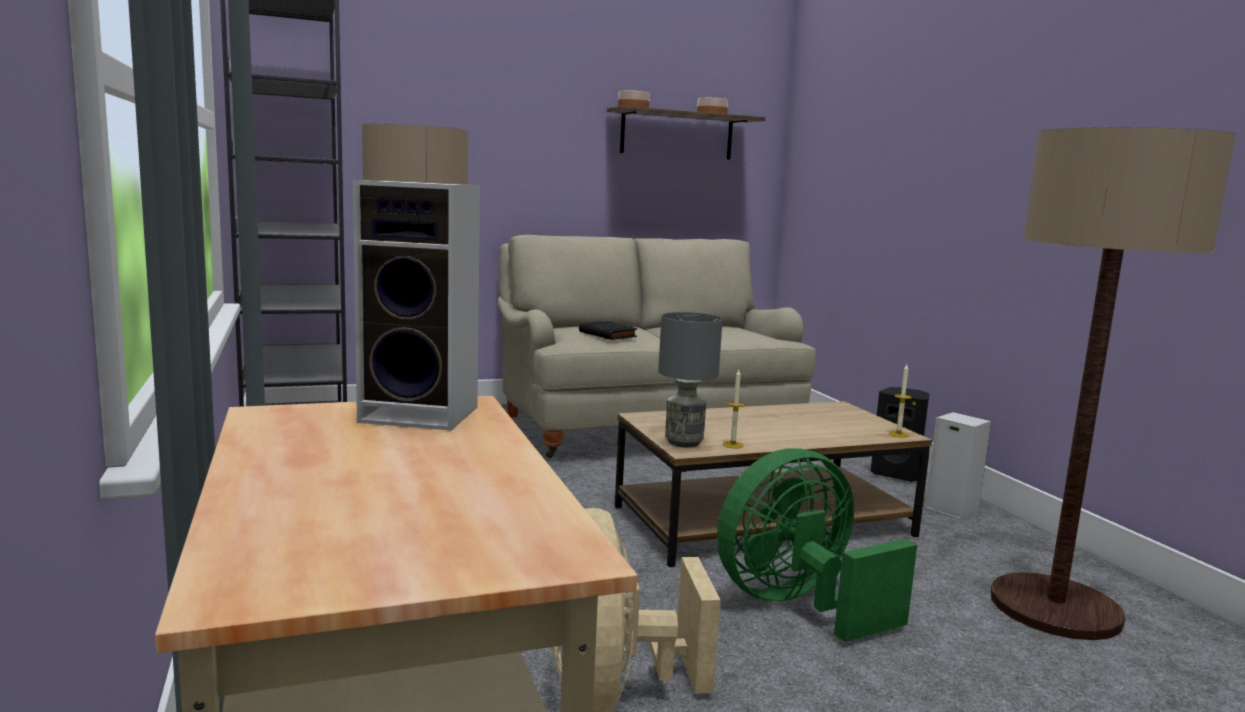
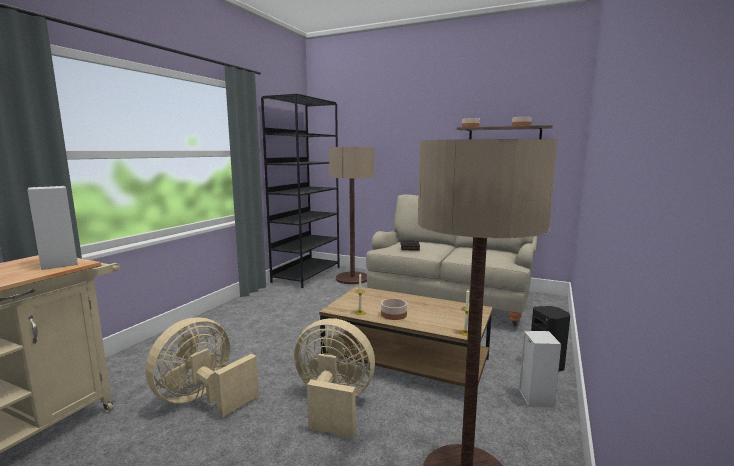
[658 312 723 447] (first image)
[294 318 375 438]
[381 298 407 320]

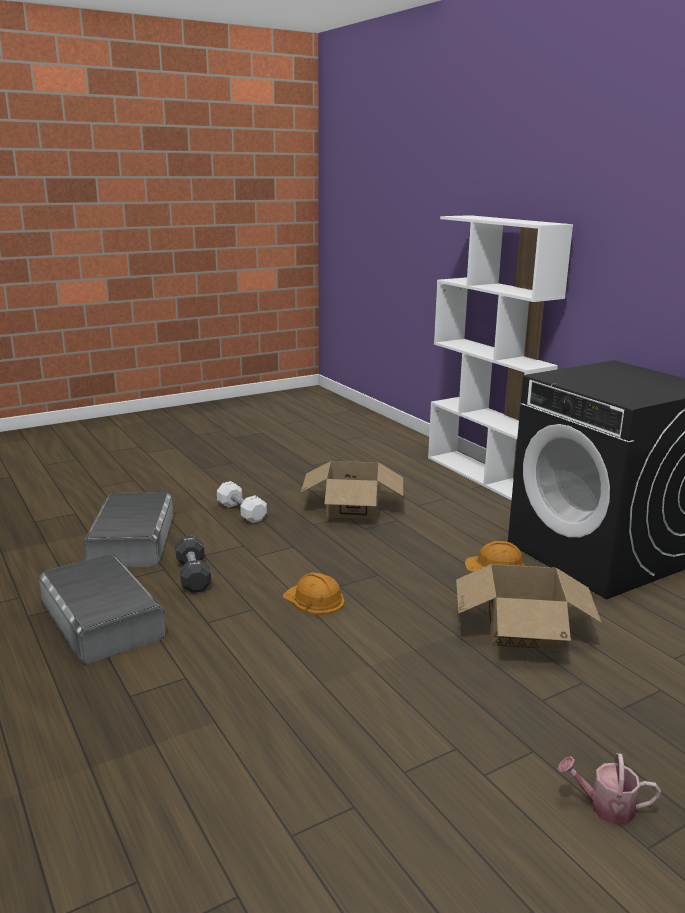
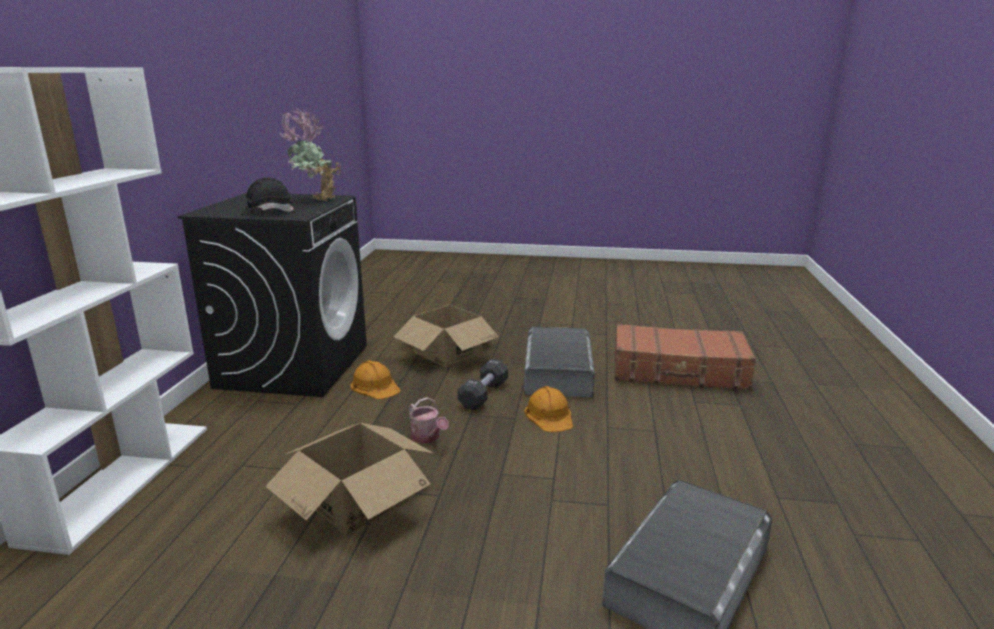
[524 327 595 397]
[458 359 508 410]
[217 481 267 523] (first image)
[409 397 449 444]
[241 177 294 215]
[280 108 341 201]
[615 324 756 390]

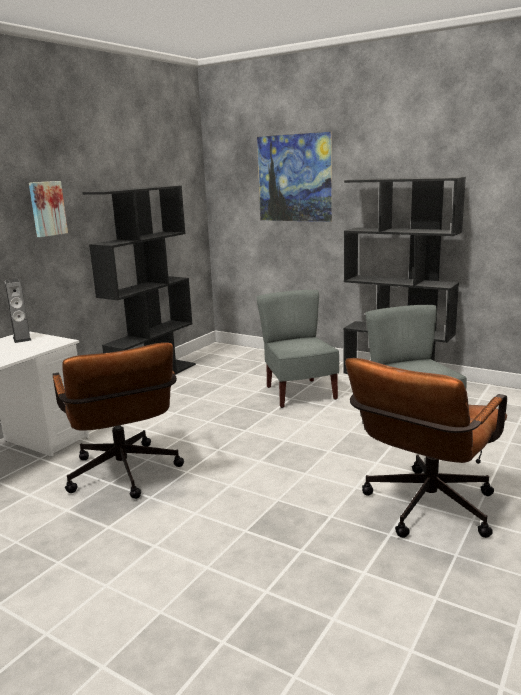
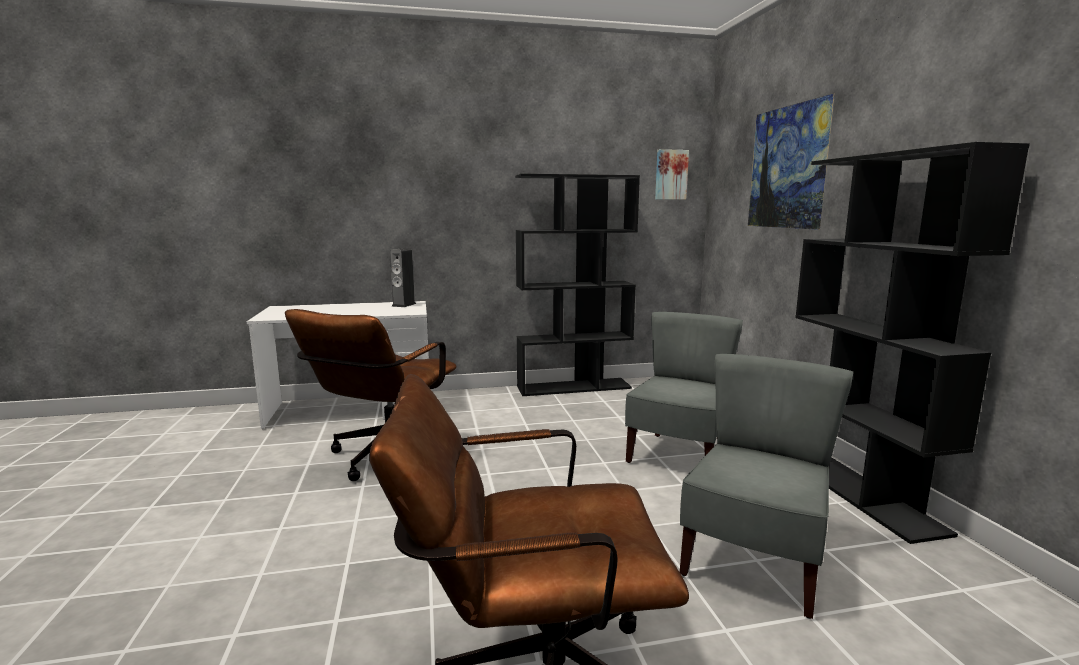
[655 149 689 200]

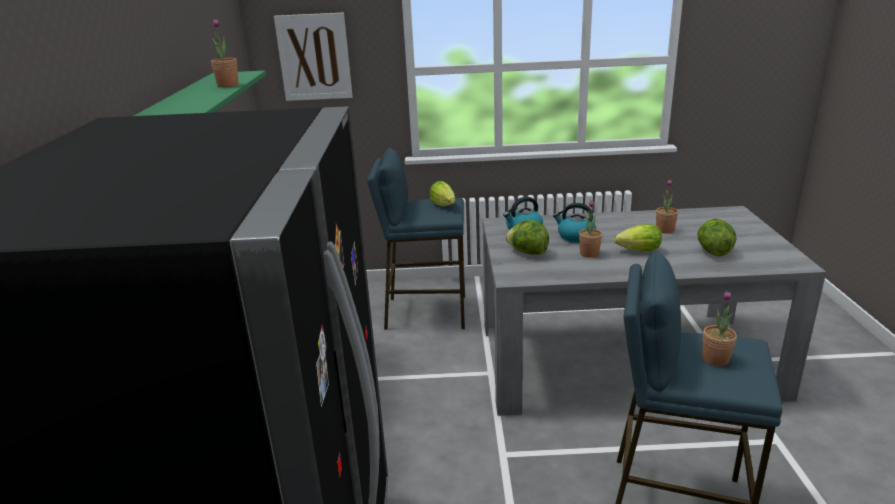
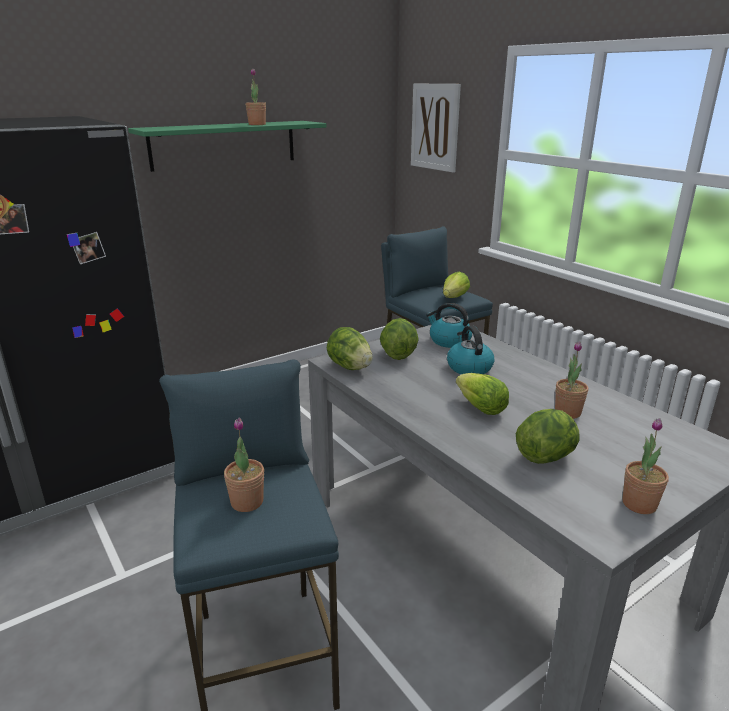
[622 418 669 514]
[327 327 373 370]

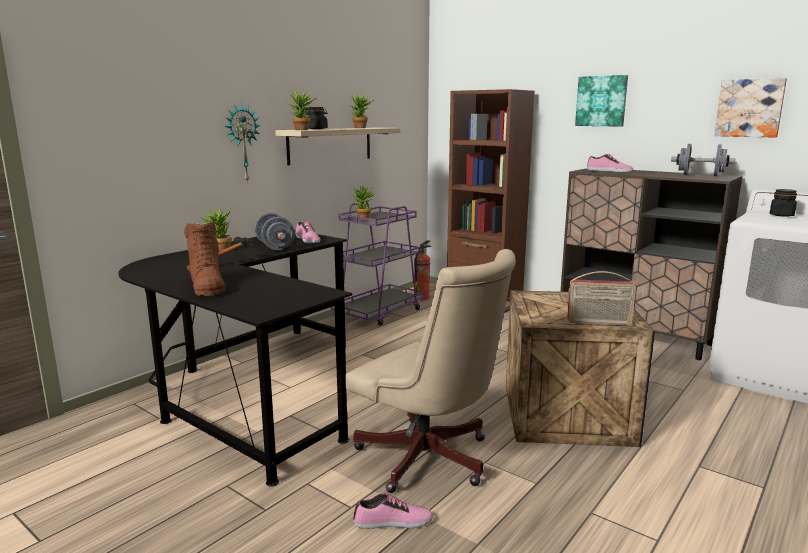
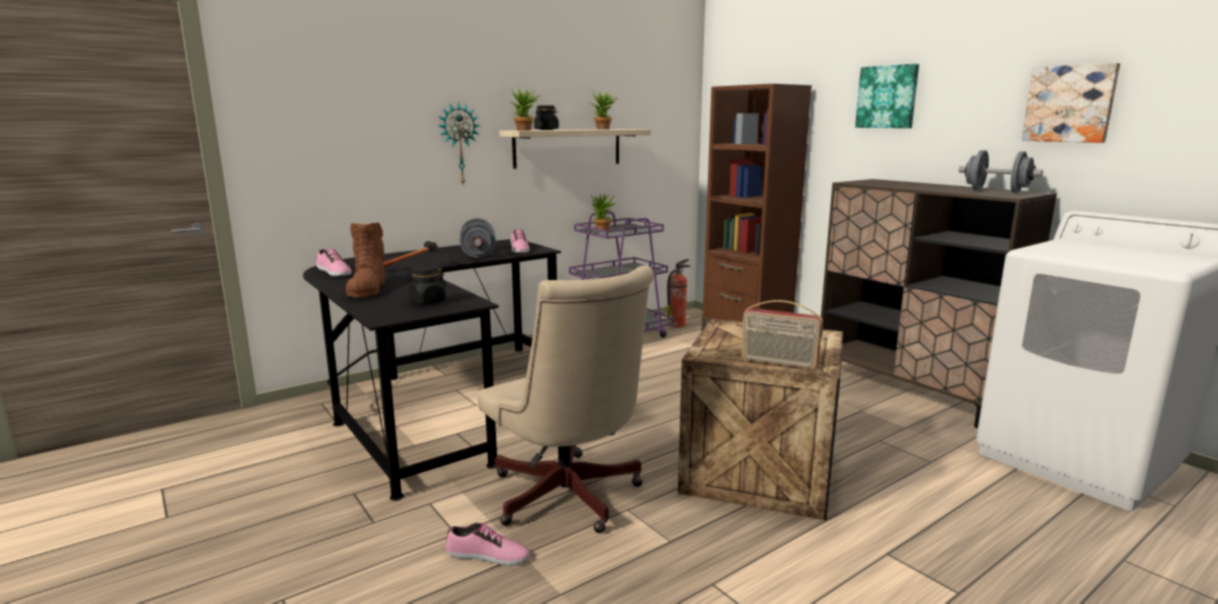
[200 208 232 251] (first image)
[316 248 352 276]
[406 265 446 304]

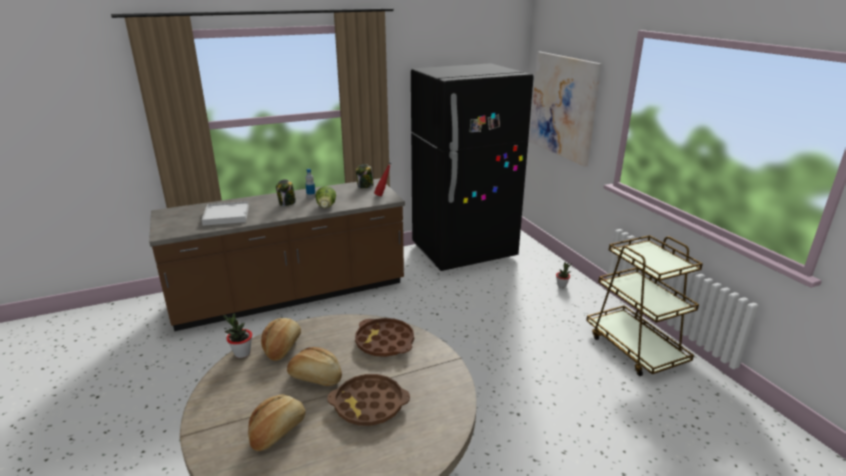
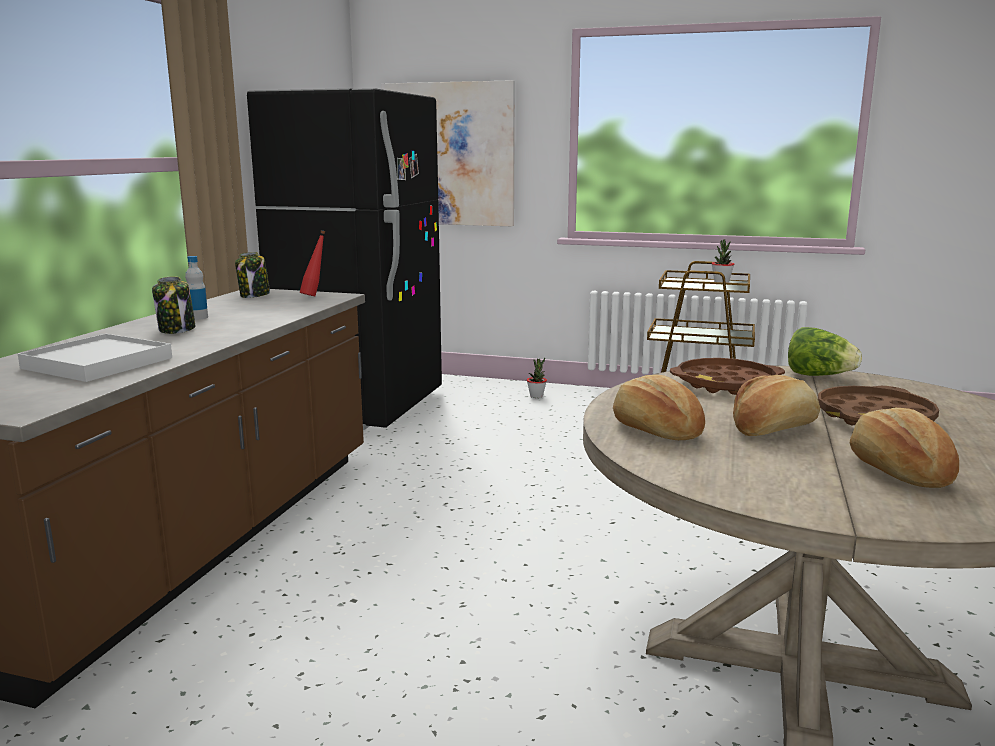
[711 239 734 283]
[788 327 862 376]

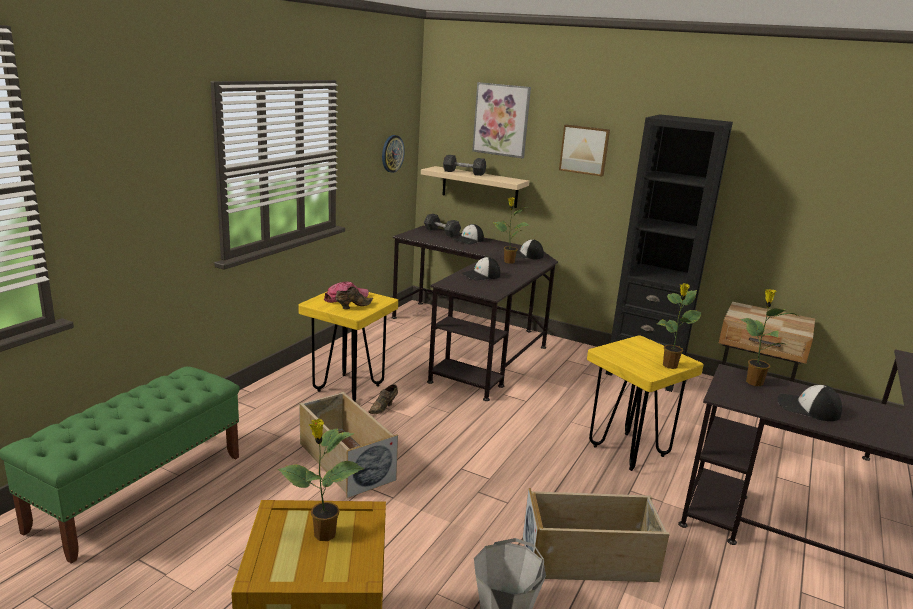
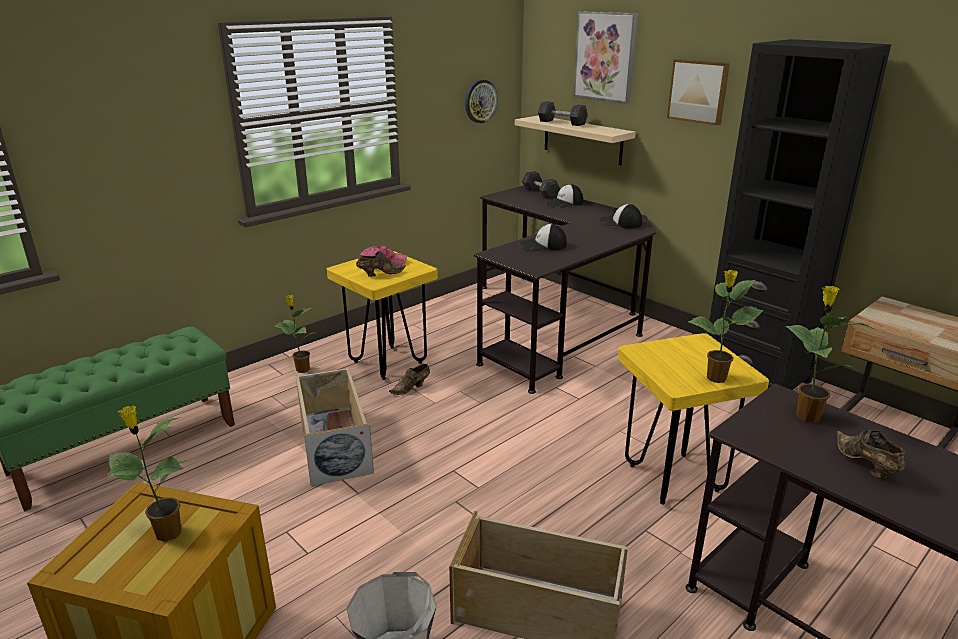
[274 295 315 373]
[837 430 906 479]

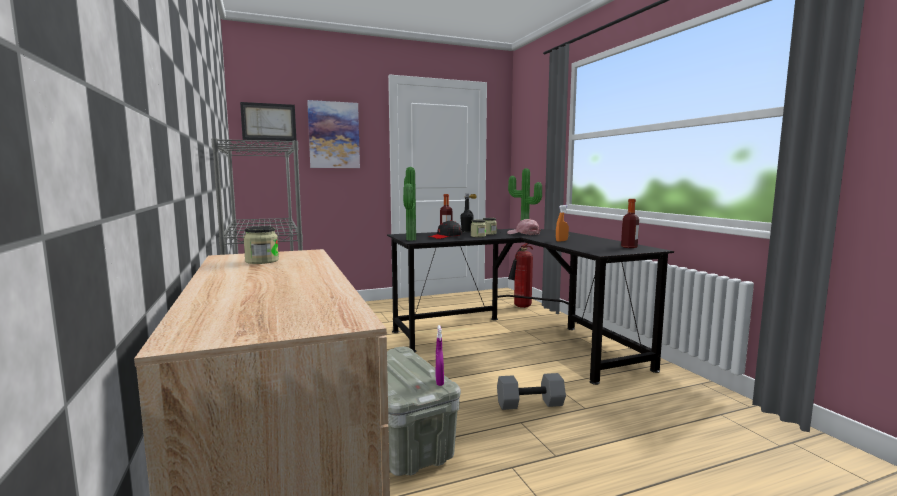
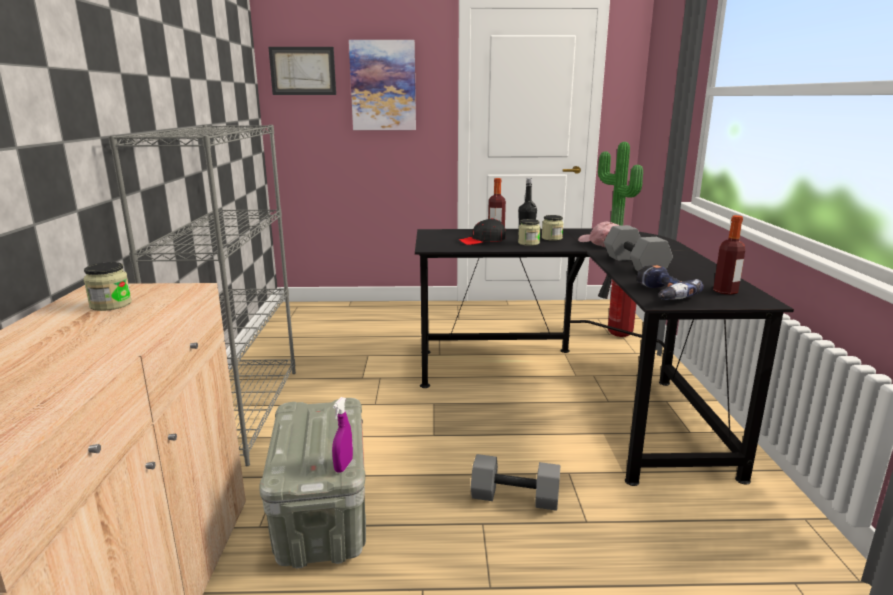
[403 167 416 240] (first image)
[604 225 673 271]
[637 265 704 300]

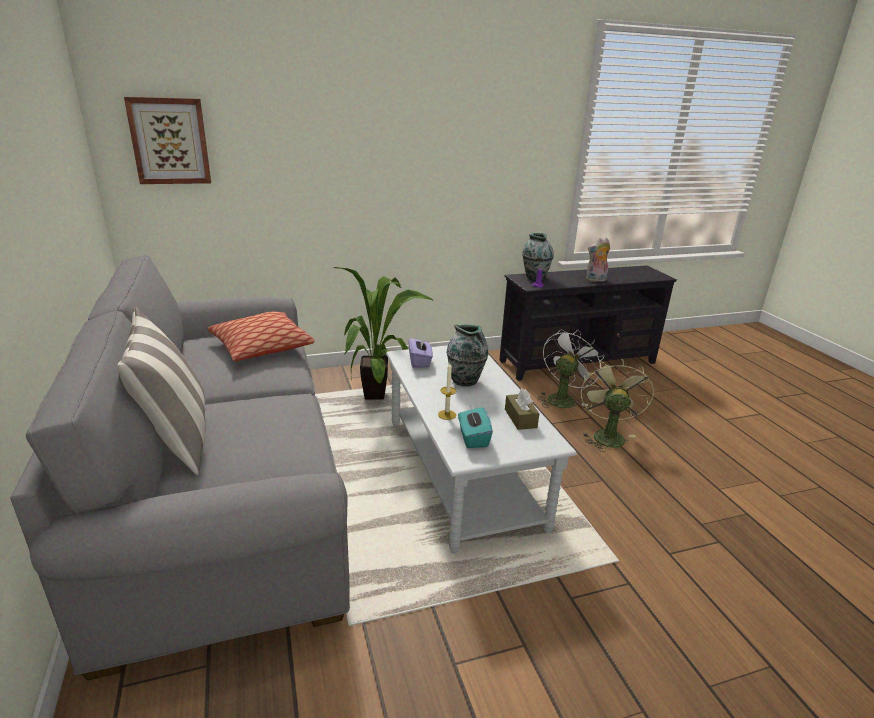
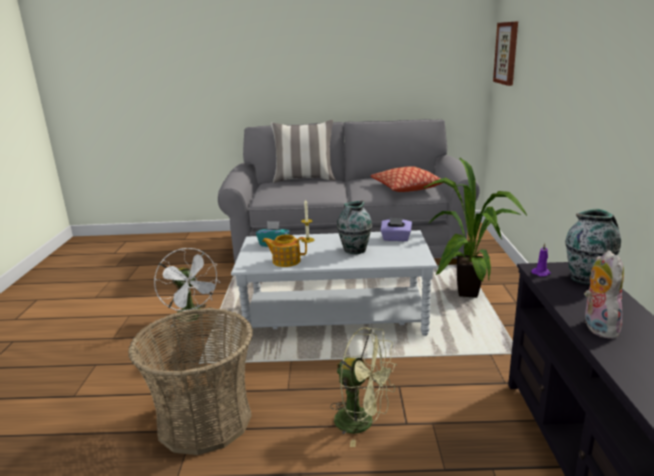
[262 234 307 267]
[154 248 220 327]
[128 308 253 455]

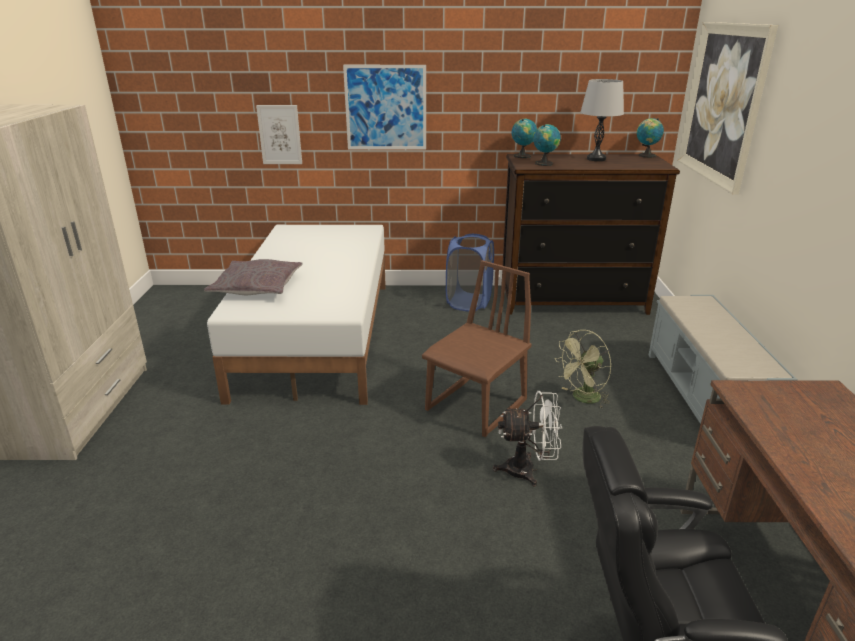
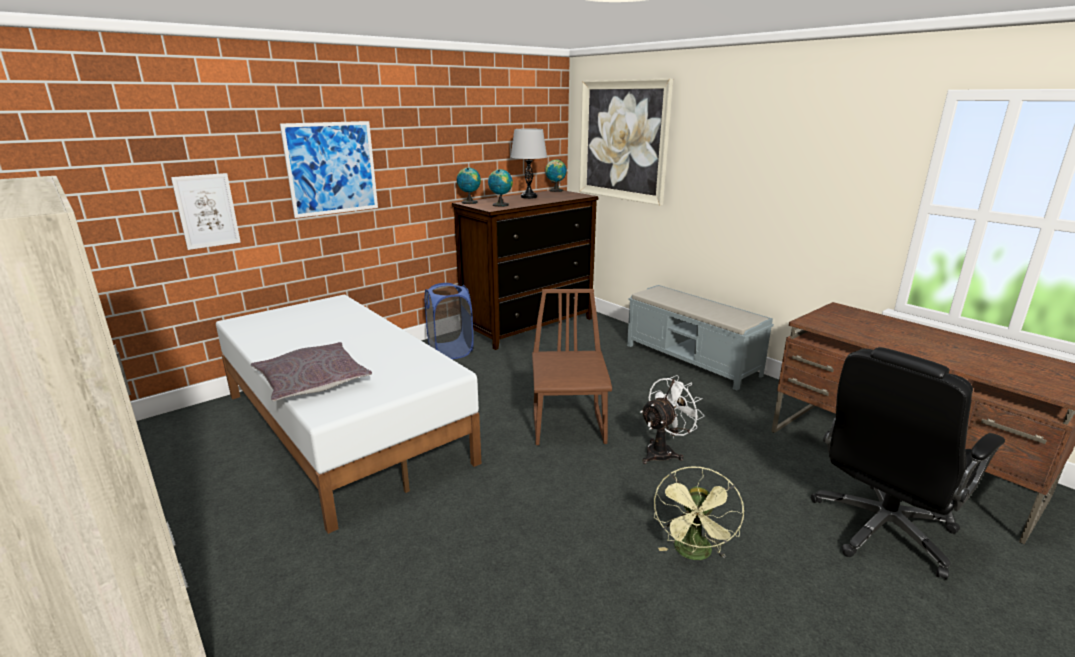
[654 466 744 560]

